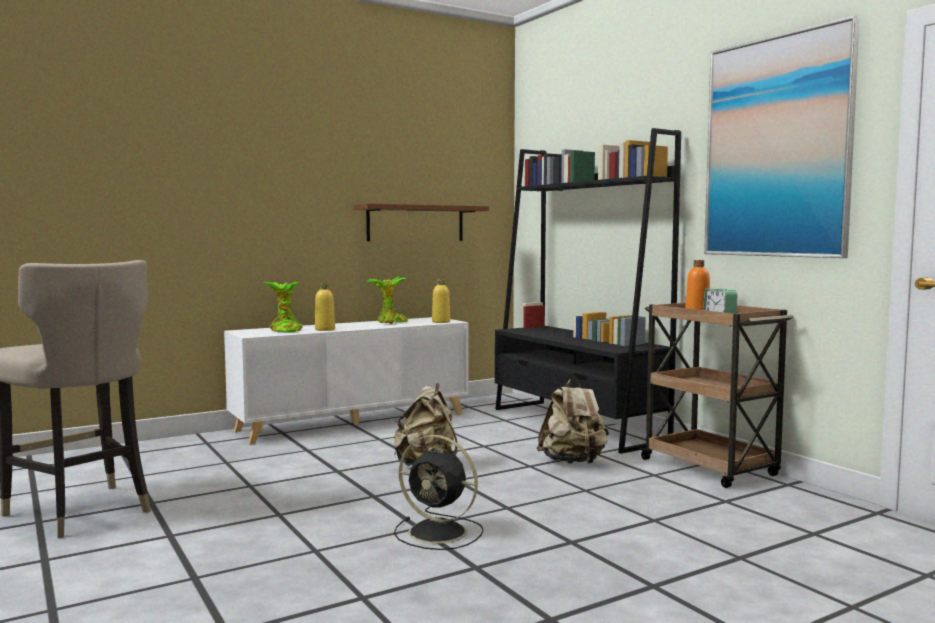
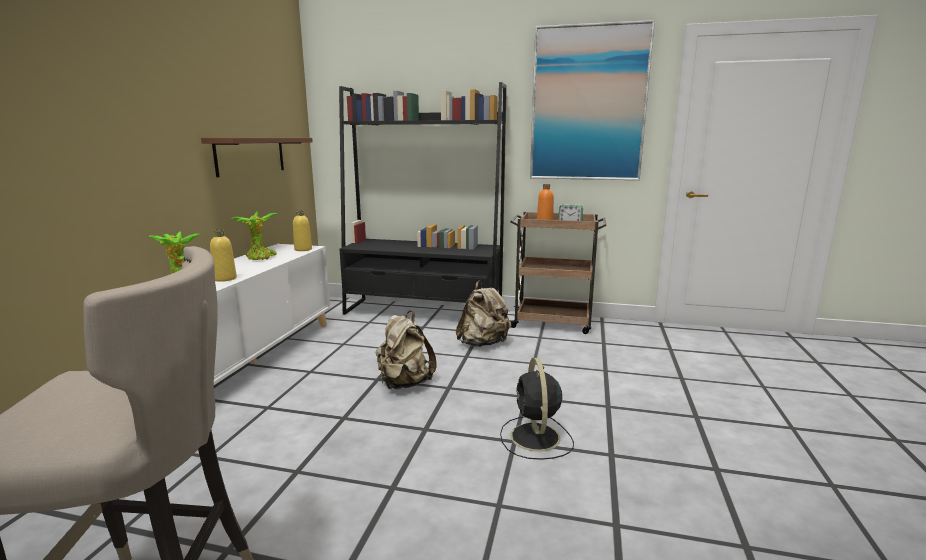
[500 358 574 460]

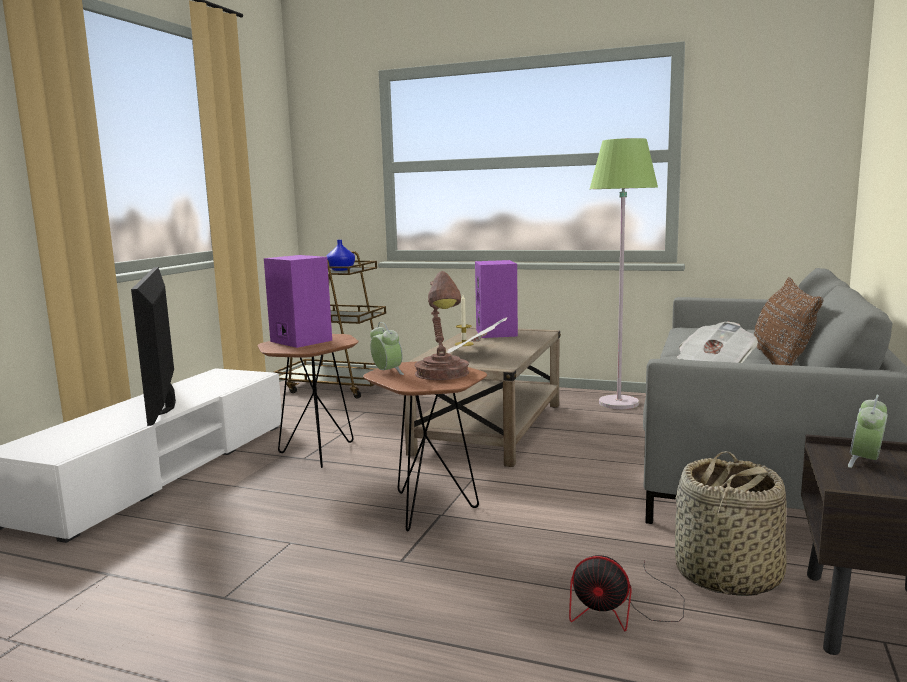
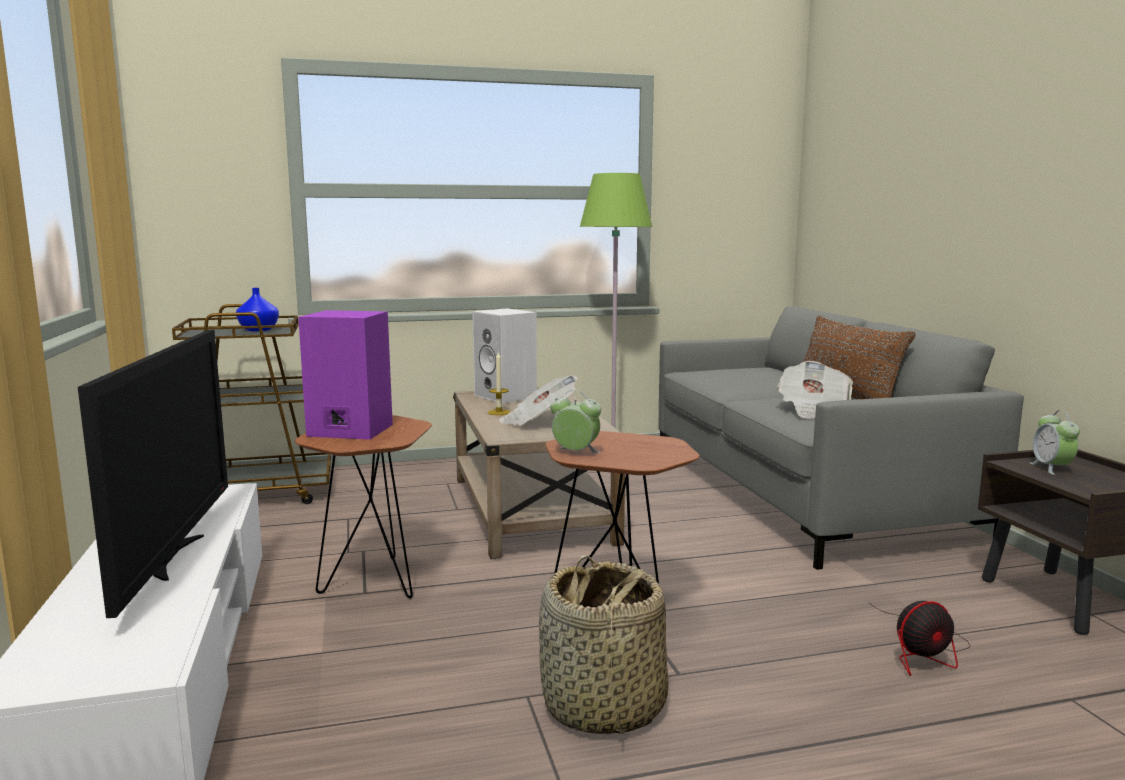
[78 330 228 618]
[415 271 469 380] (first image)
[472 308 537 404]
[539 555 668 734]

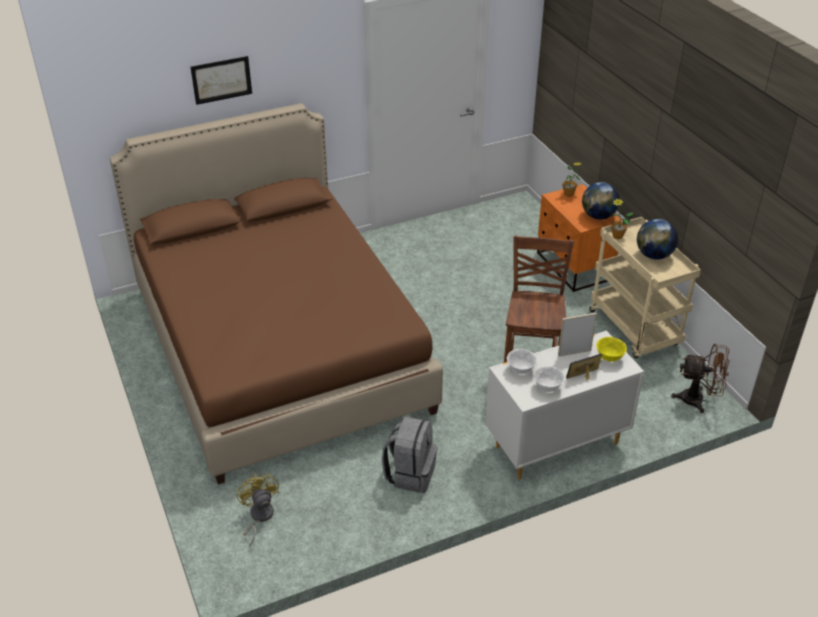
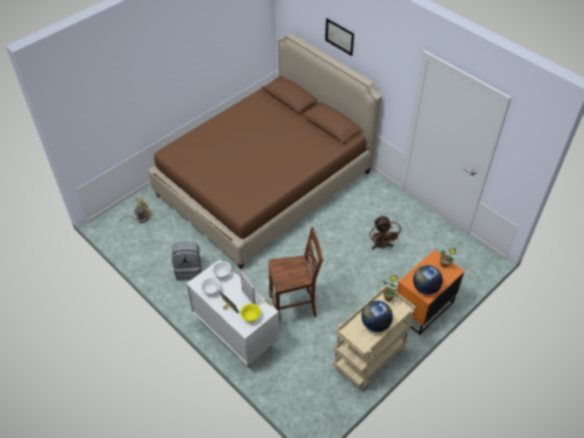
[370 215 402 250]

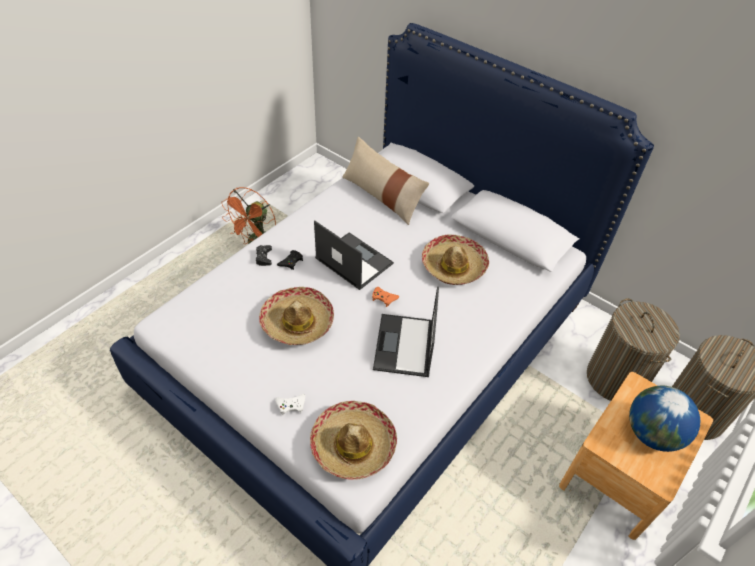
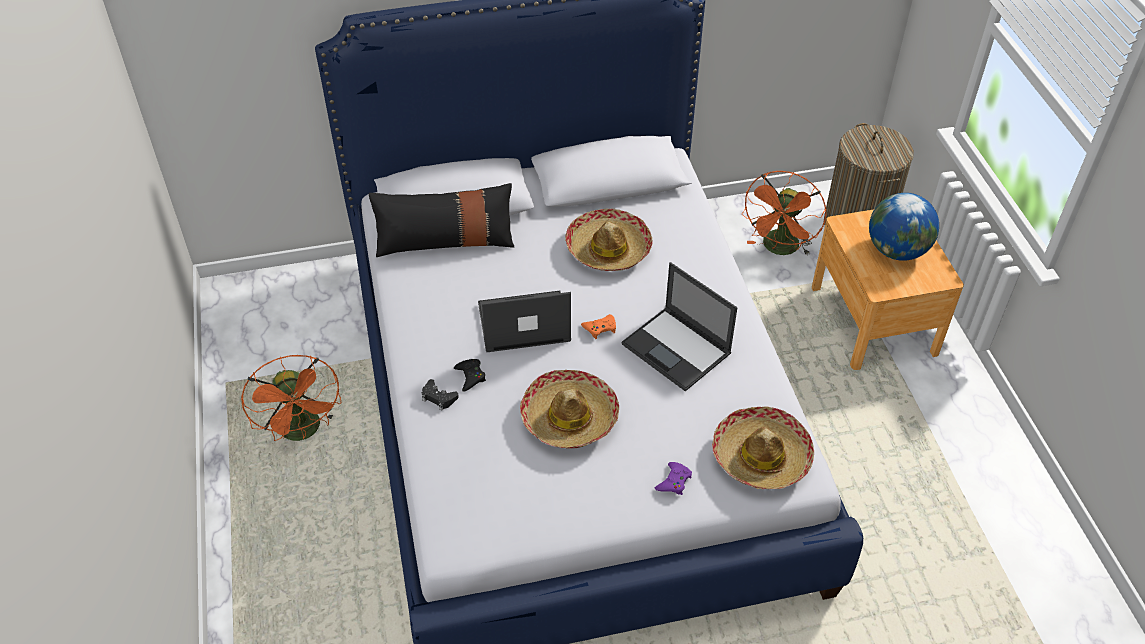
[655 462 692 495]
[369 183 514 257]
[742 171 827 255]

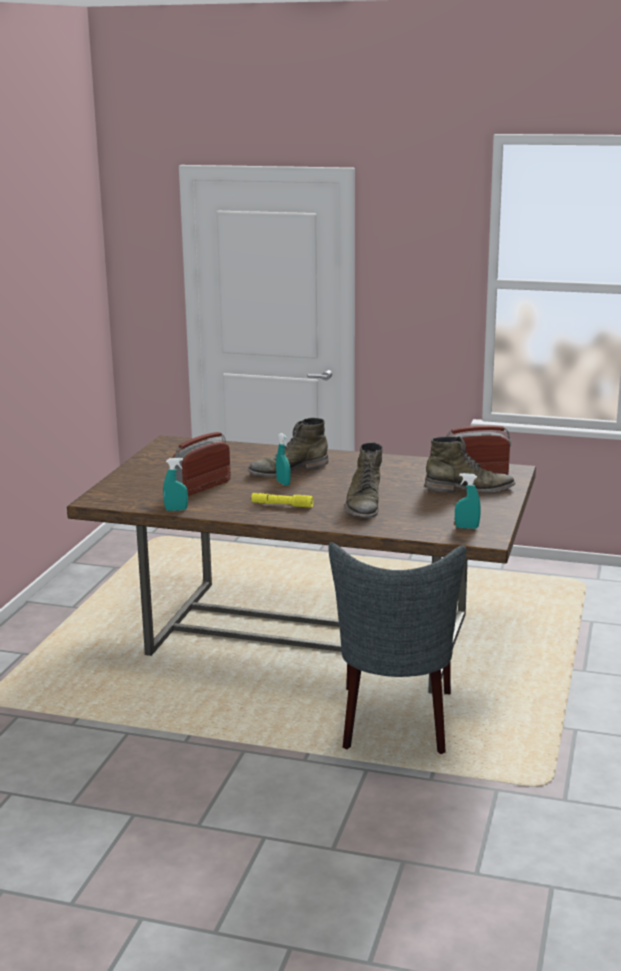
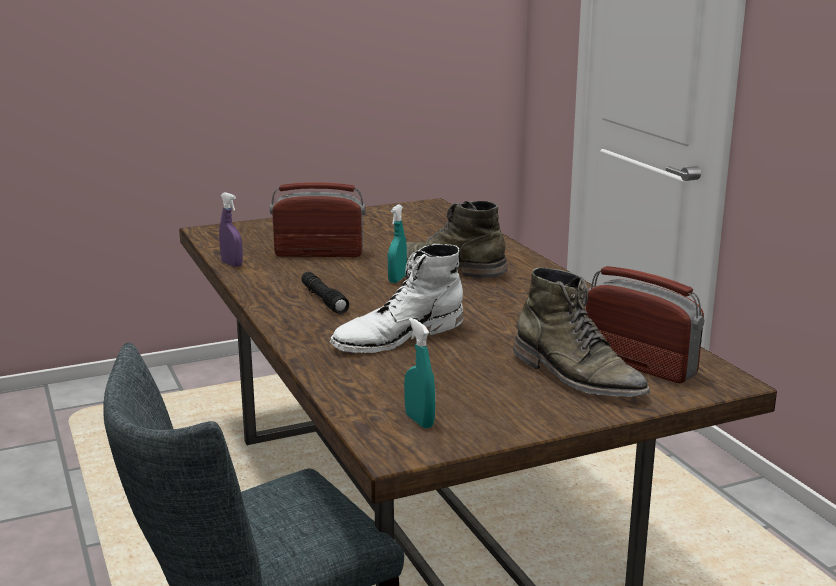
[219 192 243 267]
[301 272 349 314]
[330 244 463 353]

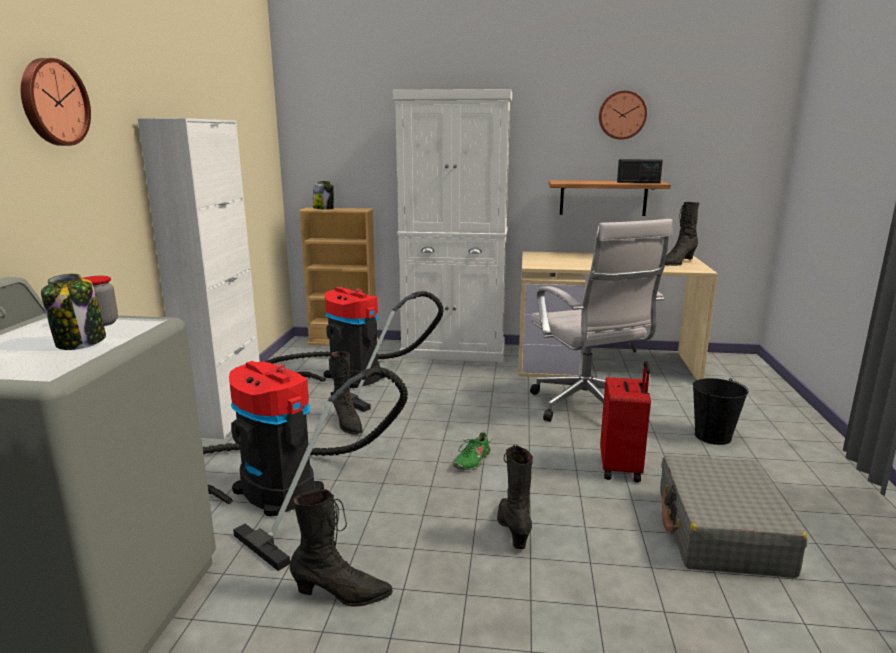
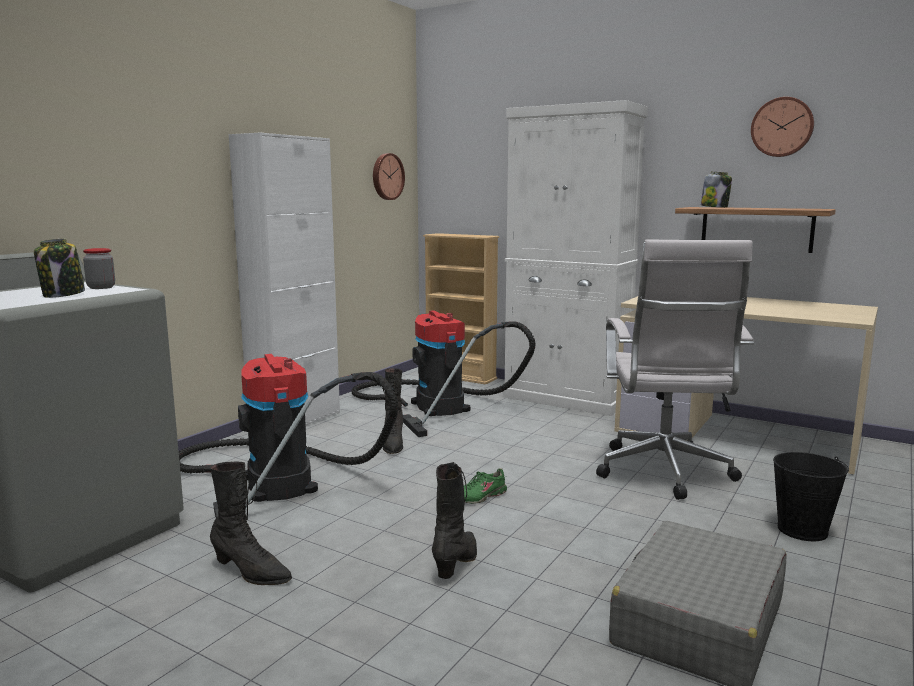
[373 153 405 200]
[701 172 732 208]
[600 361 651 483] (first image)
[617 159 663 183] (first image)
[665 202 700 266] (first image)

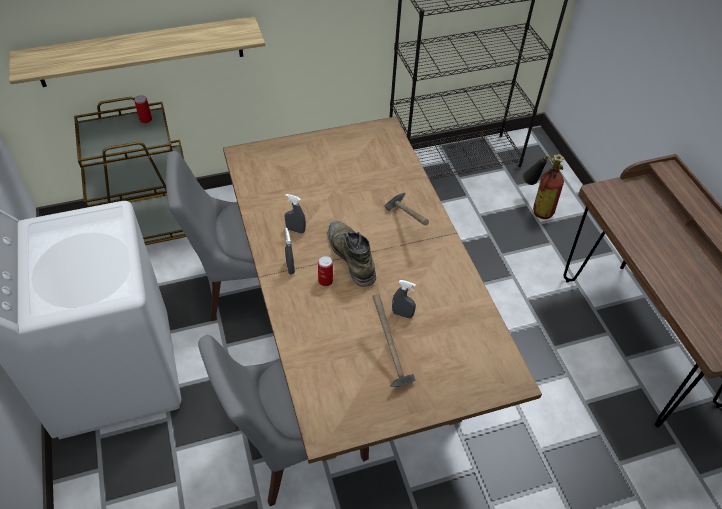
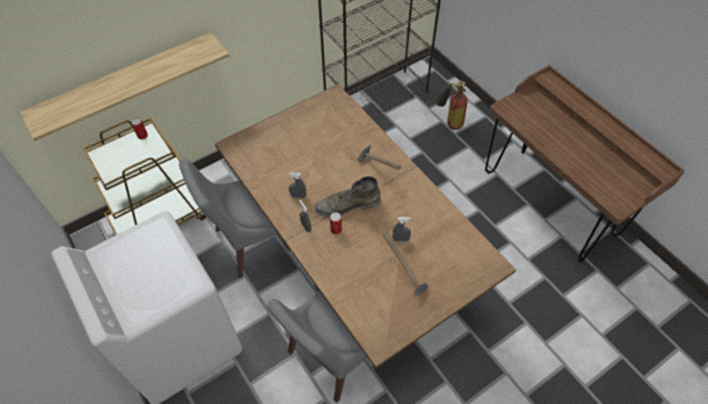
[315 176 381 217]

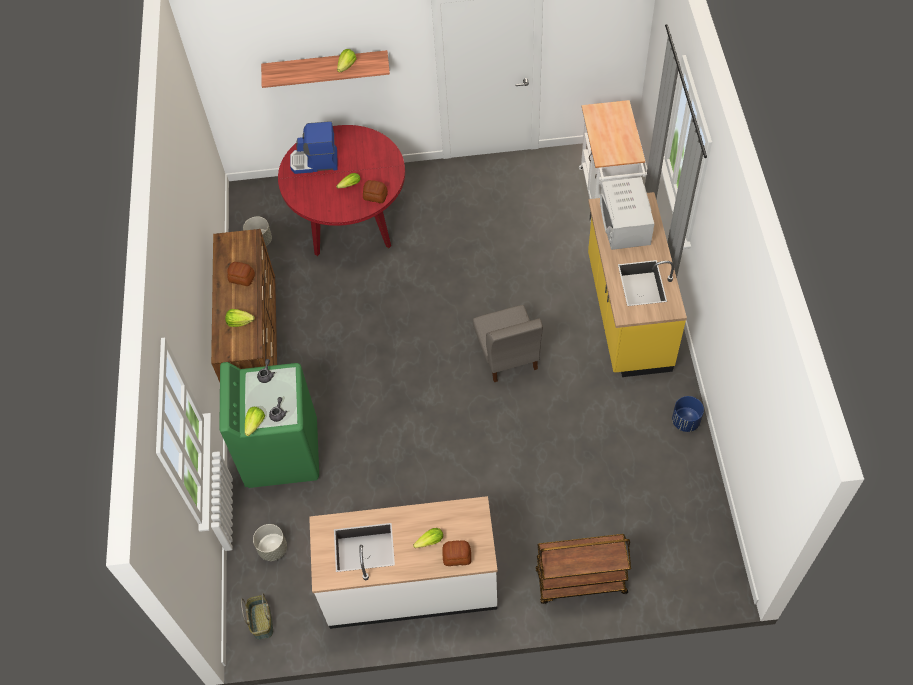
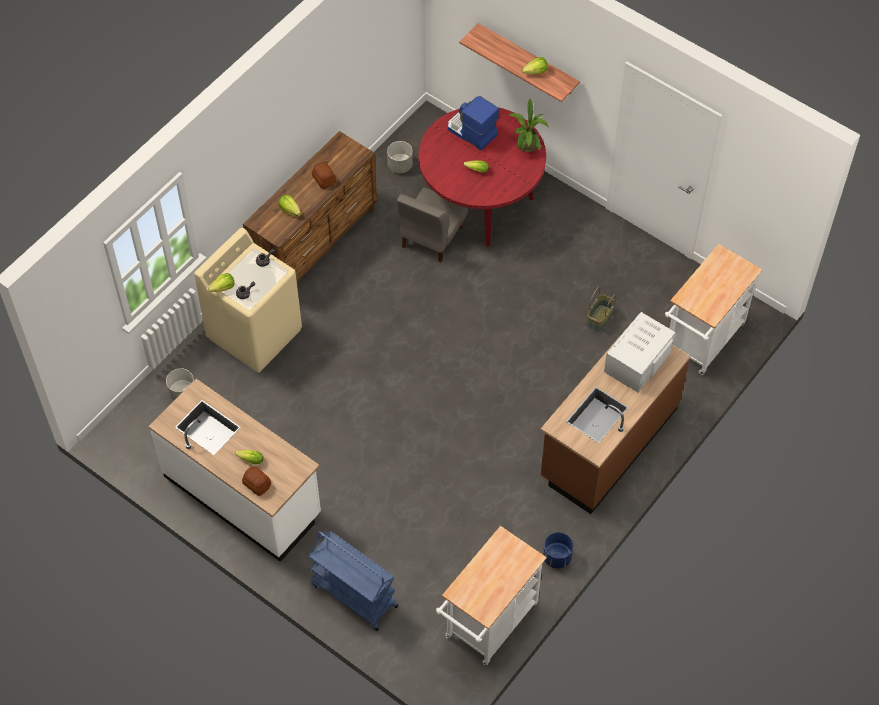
[194 228 302 373]
[587 287 616 332]
[363 180 388 203] (first image)
[397 187 468 262]
[309 531 398 631]
[540 321 690 514]
[436 526 547 666]
[508 98 549 152]

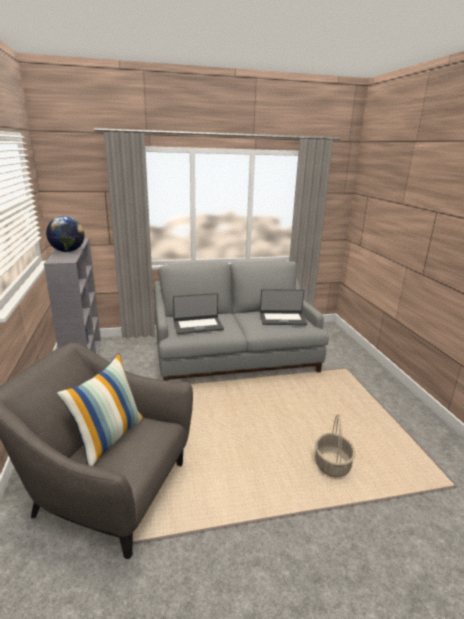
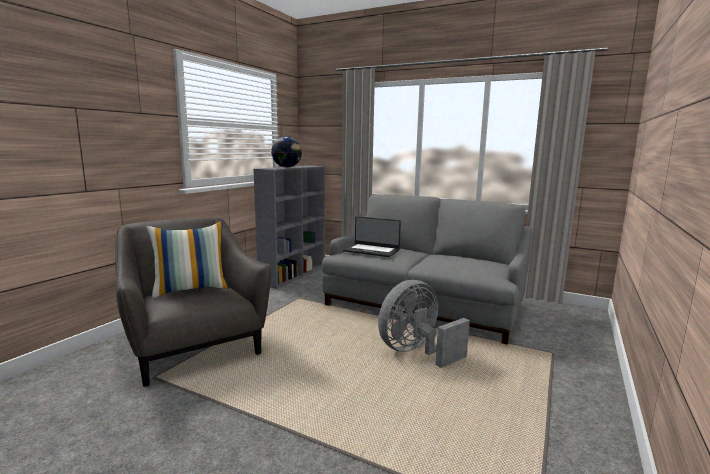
[260 289 307 325] (first image)
[315 415 355 477] (first image)
[378 280 470 368]

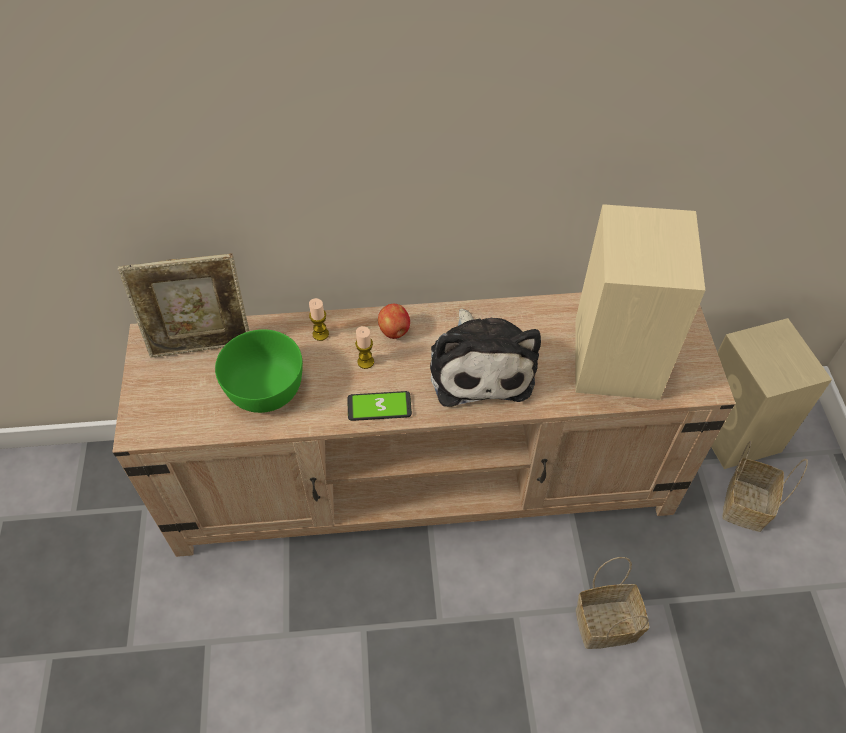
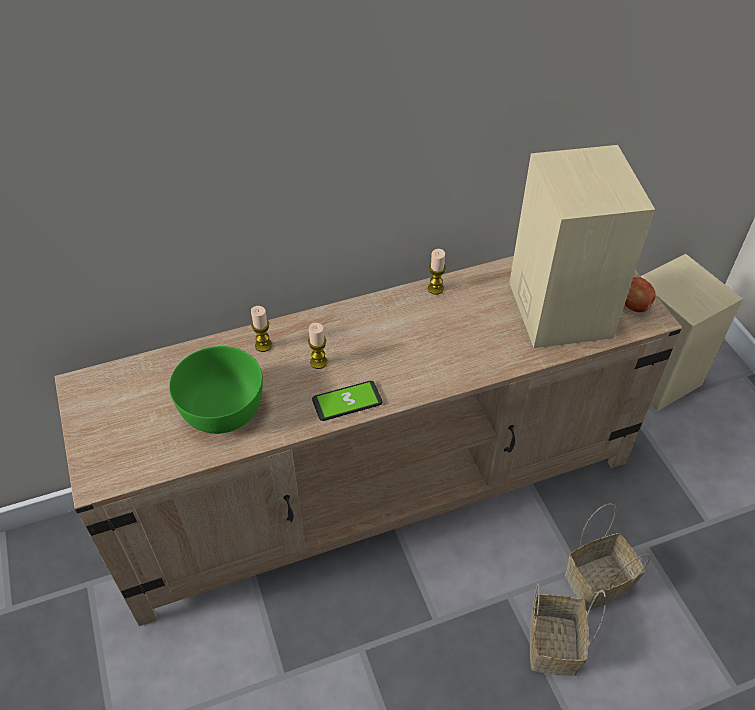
[118 254 250 358] (first image)
[625 277 656 312]
[430 308 541 407] (first image)
[530 582 606 676]
[428 249 446 295]

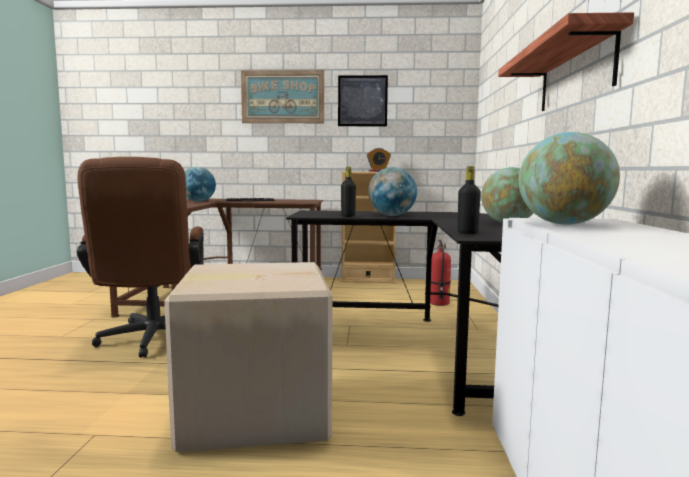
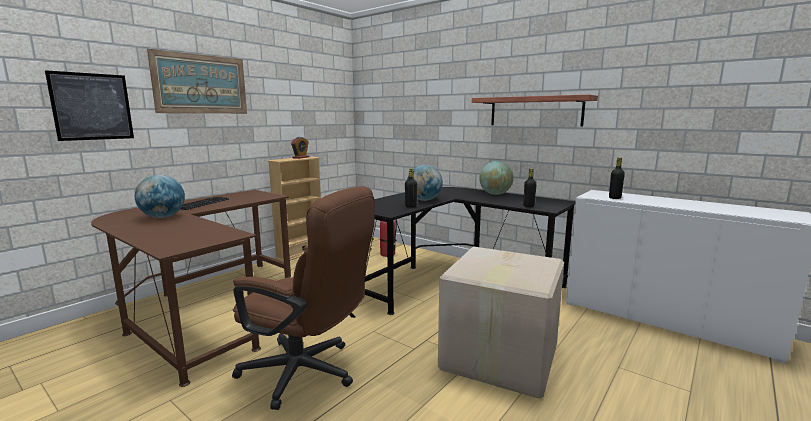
[45 70 134 141]
[609 157 625 199]

